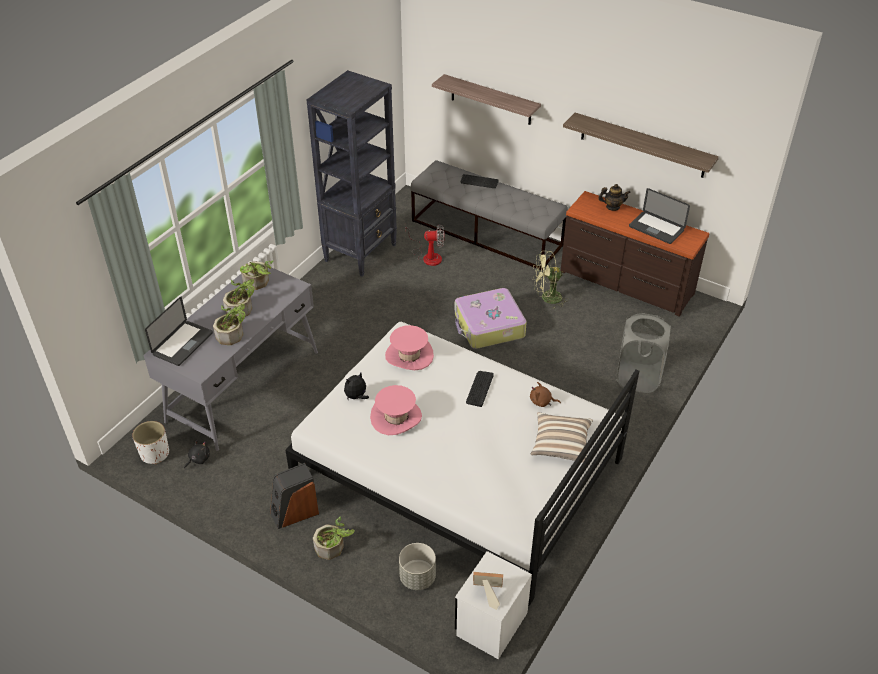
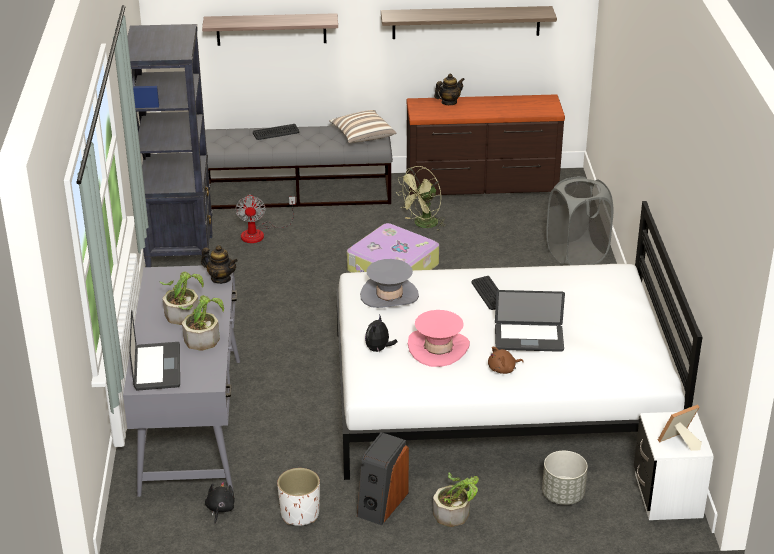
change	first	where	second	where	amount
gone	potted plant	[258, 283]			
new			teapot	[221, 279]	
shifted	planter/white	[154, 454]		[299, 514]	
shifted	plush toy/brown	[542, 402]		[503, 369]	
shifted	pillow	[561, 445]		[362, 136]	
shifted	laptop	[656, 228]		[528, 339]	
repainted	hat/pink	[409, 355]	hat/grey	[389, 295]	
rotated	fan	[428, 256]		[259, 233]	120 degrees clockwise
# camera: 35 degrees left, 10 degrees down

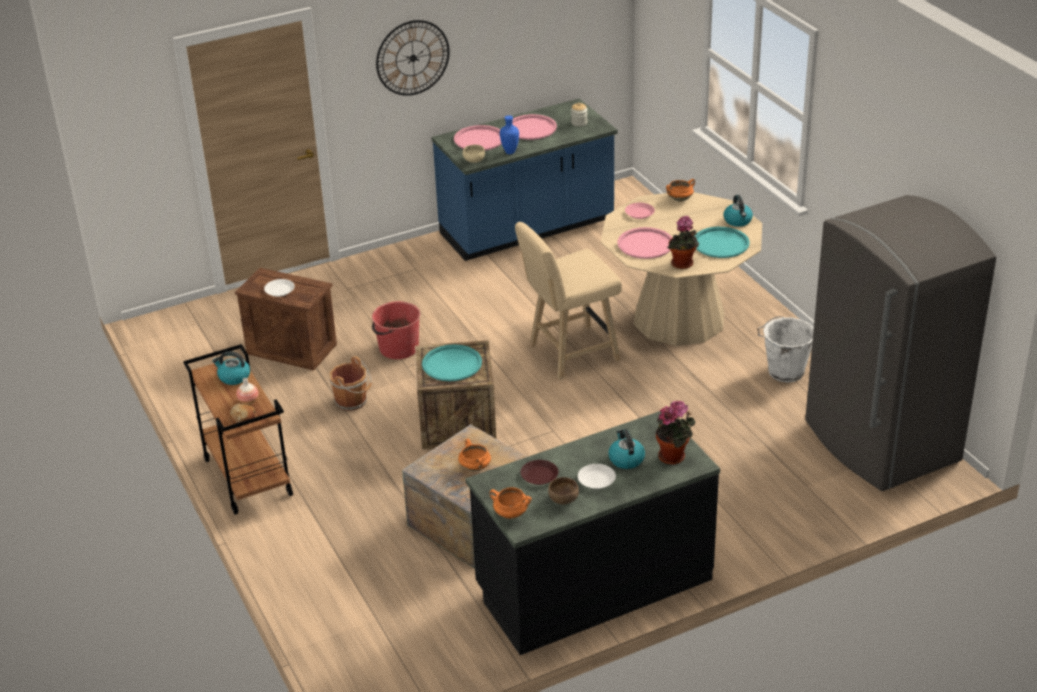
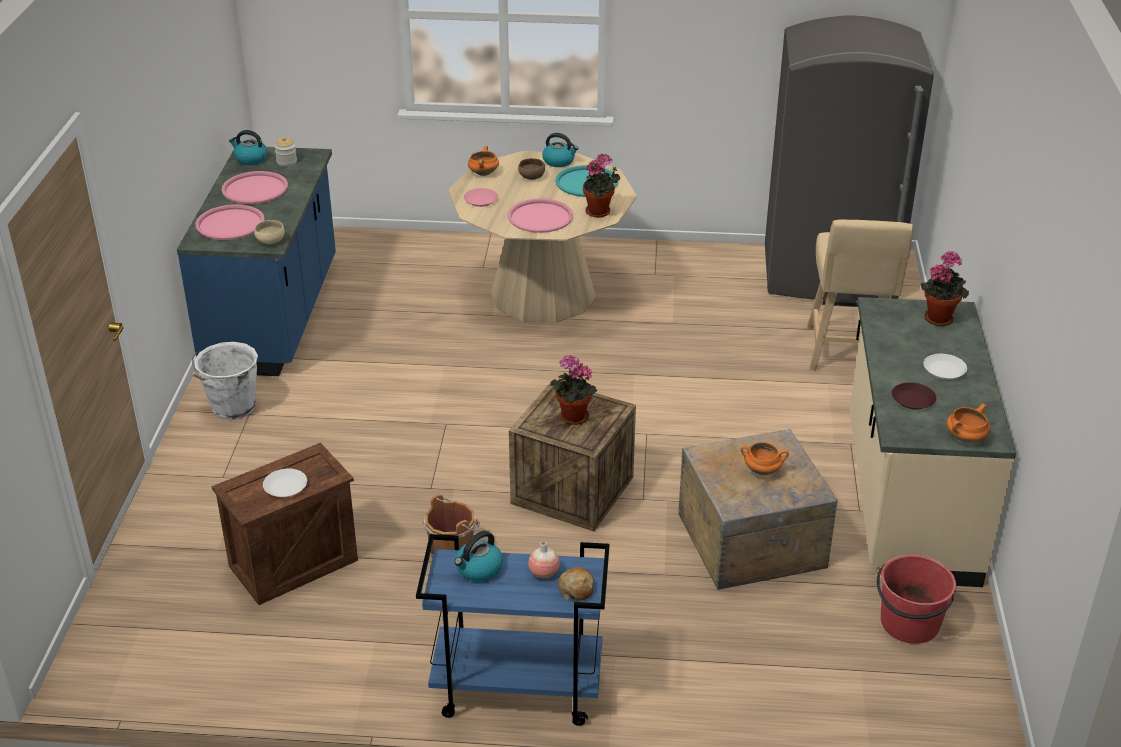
change	first	where	second	where	amount
gone	wall clock	[412, 58]			
gone	vase/blue	[509, 152]			
shifted	bucket/red	[398, 348]		[909, 624]	
shifted	stool/beige	[569, 354]		[848, 354]	
shifted	bowl/brown	[563, 499]		[531, 177]	
shifted	kettle	[626, 459]		[250, 159]	
shifted	bucket/white	[784, 372]		[232, 408]	
swapped	tray/turquoise	[452, 364]	potted plant	[572, 418]	
repainted	cart/brown	[246, 477]	cart/blue	[515, 690]	
repainted	counter/black	[593, 584]	counter/beige	[907, 500]	
# camera: 60 degrees left, 0 degrees up

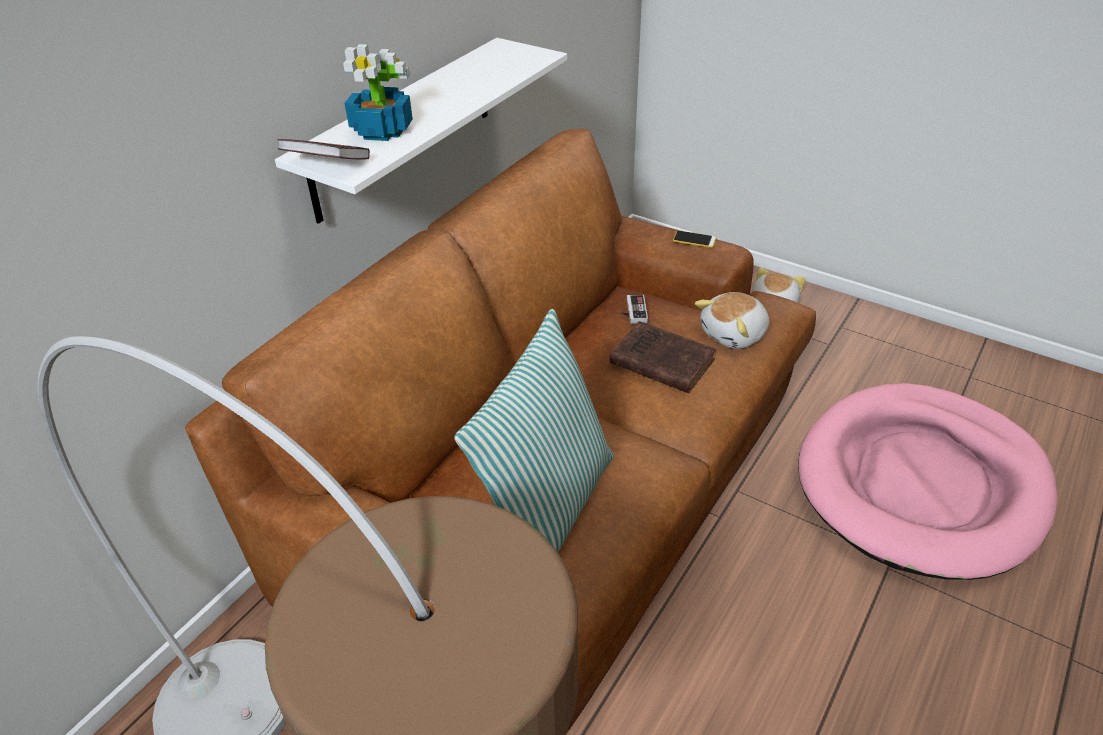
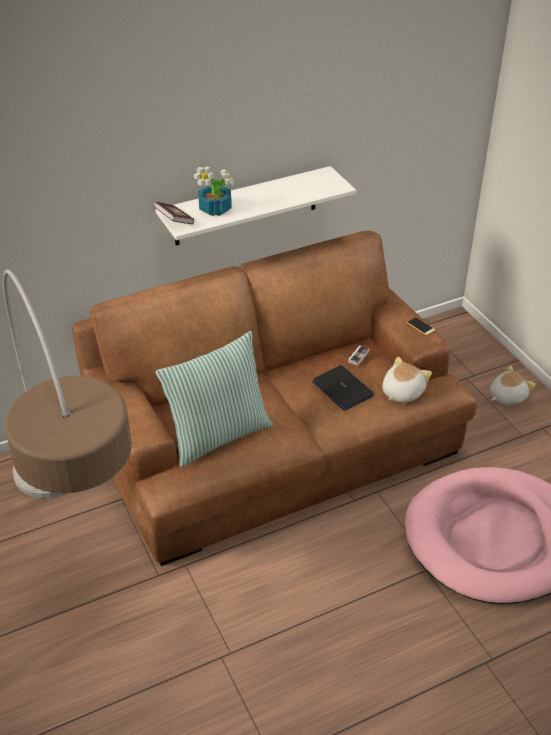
change	first	where	second	where	amount
swapped	book/brown	[659, 361]	laptop	[342, 389]	
rotated	plush toy	[735, 334]		[401, 392]	135 degrees clockwise
# camera: 30 degrees right, 0 degrees up

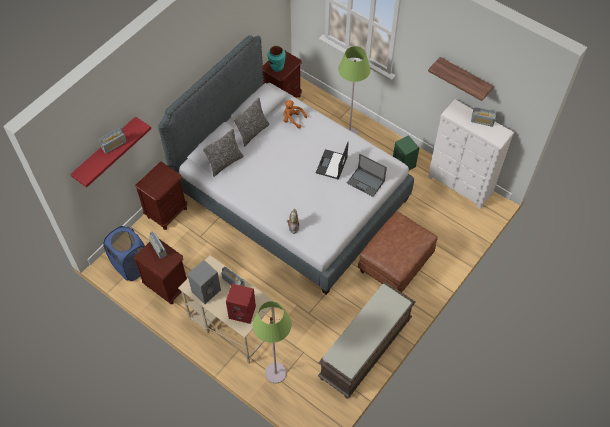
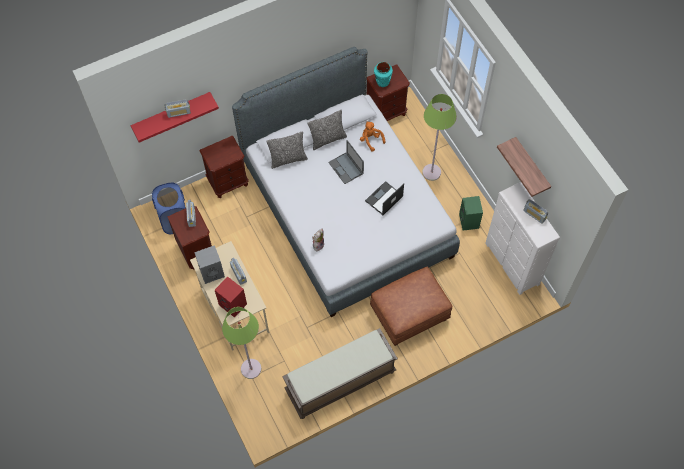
change	first	where	second	where	amount
shifted	laptop	[366, 182]		[346, 168]	
# camera: 25 degrees right, 5 degrees up

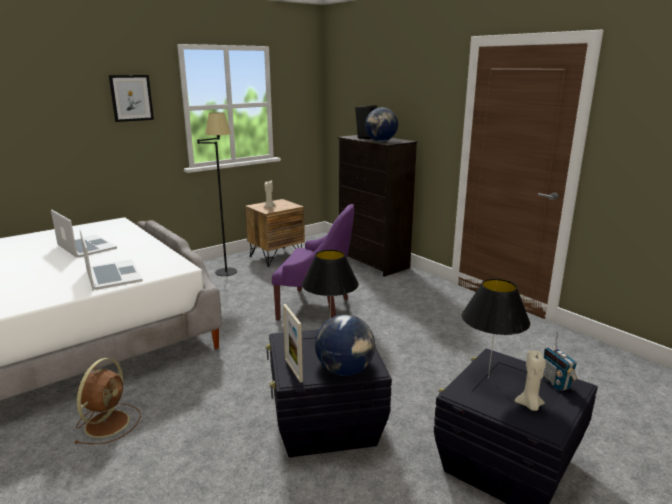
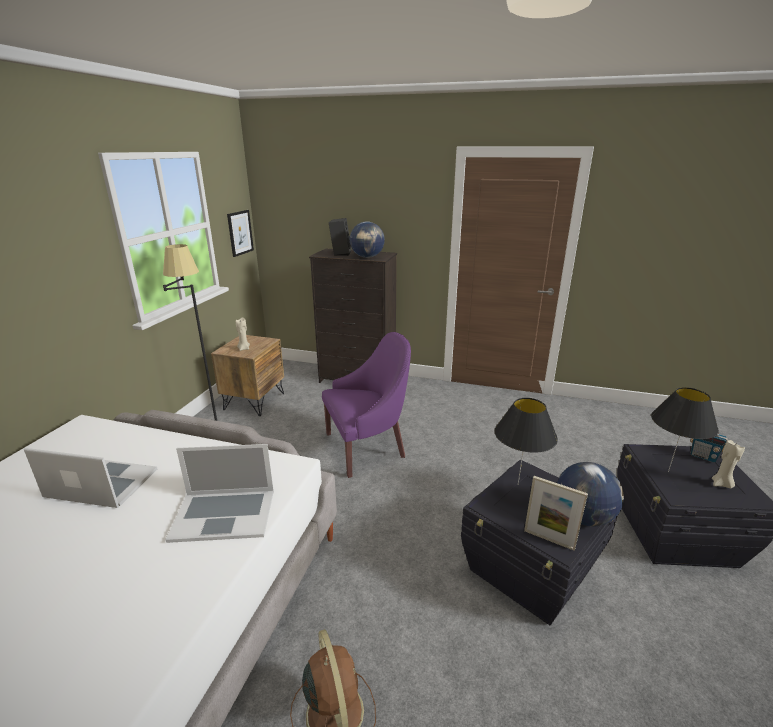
change	first	where	second	where	amount
shifted	picture	[131, 98]		[240, 233]	
rotated	laptop	[112, 275]		[224, 514]	150 degrees clockwise
# camera: 35 degrees left, 5 degrees up

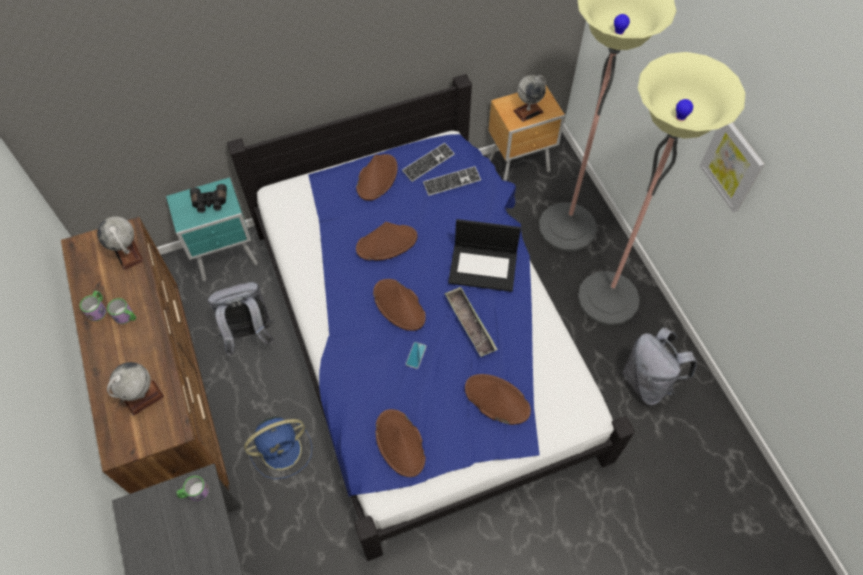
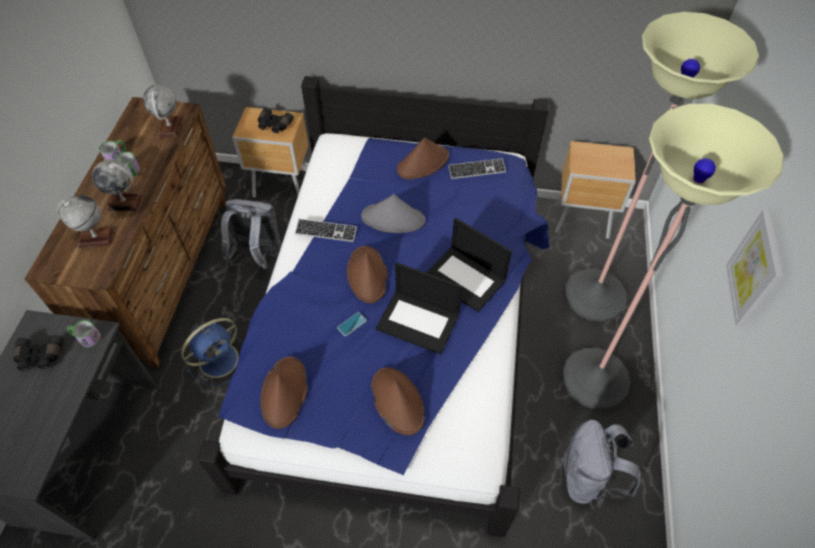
change	first	where	second	where	amount
new			binoculars/black	[40, 357]	
shifted	keyboard	[452, 182]		[326, 231]	
shifted	globe	[528, 111]		[125, 202]	
swapped	tray	[470, 324]	laptop	[419, 321]	
repainted	nightstand/turquoise	[227, 258]	nightstand/brown	[283, 188]	
repainted	hat/brown	[387, 243]	hat/grey	[393, 219]	
rotated	fan/blue	[283, 449]		[220, 359]	45 degrees counterclockwise
# camera: 30 degrees right, 5 degrees down

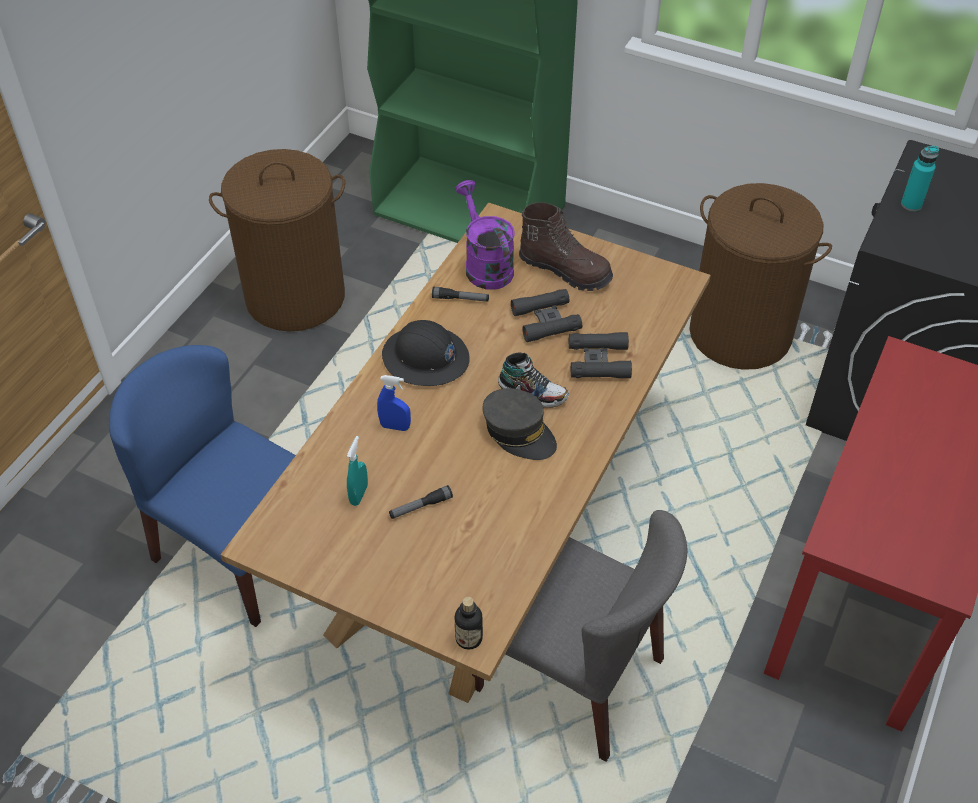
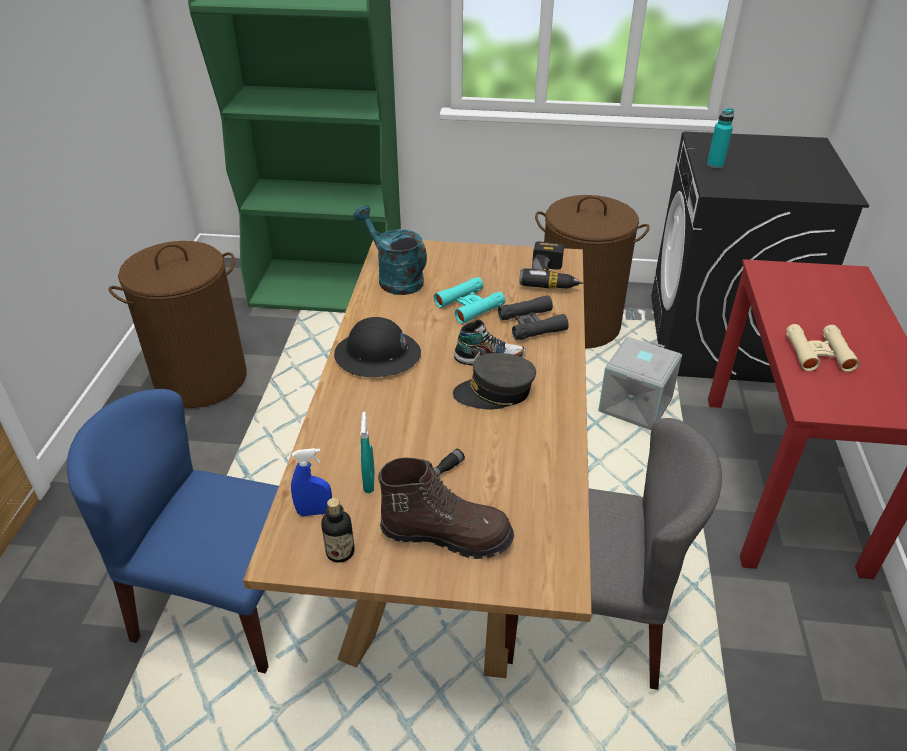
change	first	where	second	where	amount
gone	flashlight	[460, 299]			
new			power drill	[552, 276]	
new			storage box/grey	[634, 404]	
new			binoculars/beige	[818, 353]	
shifted	spray bottle/blue	[395, 426]		[314, 511]	
shifted	bottle	[469, 638]		[340, 552]	
shifted	boot/brown	[565, 270]		[447, 534]	
repainted	watering can/purple	[485, 265]	watering can/turquoise	[394, 278]	
repainted	binoculars/black	[546, 320]	binoculars/turquoise	[469, 305]	
rotated	cap/grey	[519, 432]		[495, 392]	150 degrees clockwise
# camera: 20 degrees left, 10 degrees down

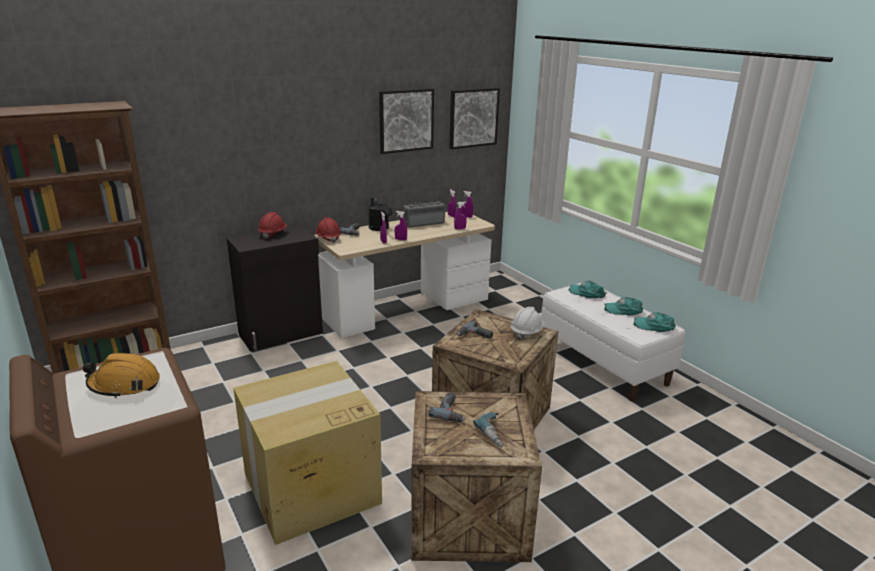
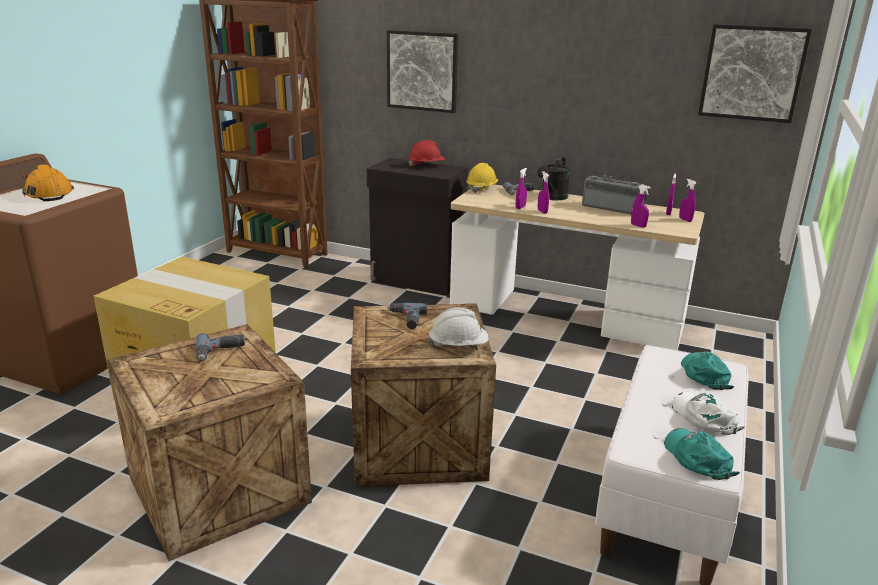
change	first	where	second	where	amount
gone	power drill	[496, 434]			
shifted	picture	[406, 120]		[422, 71]	
repainted	hard hat/red	[328, 238]	hard hat/yellow	[481, 189]	
repainted	cap/turquoise	[624, 310]	cap/white	[704, 417]	
# camera: 55 degrees right, 0 degrees up

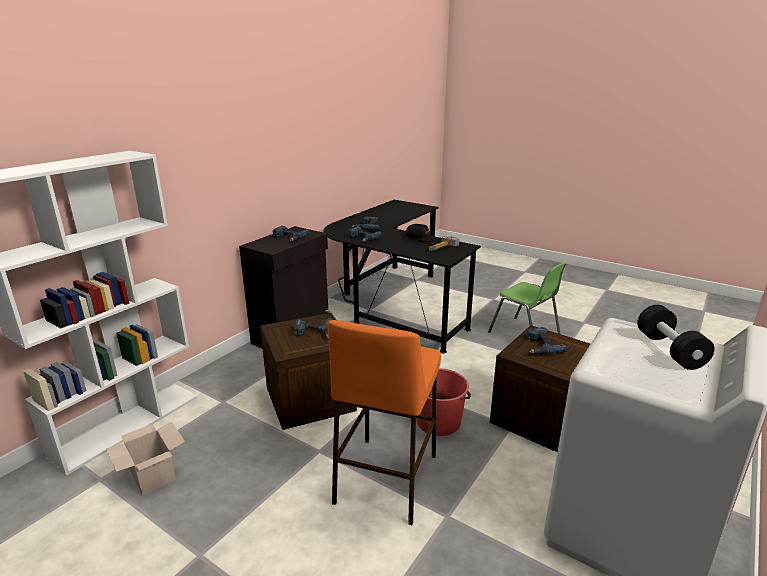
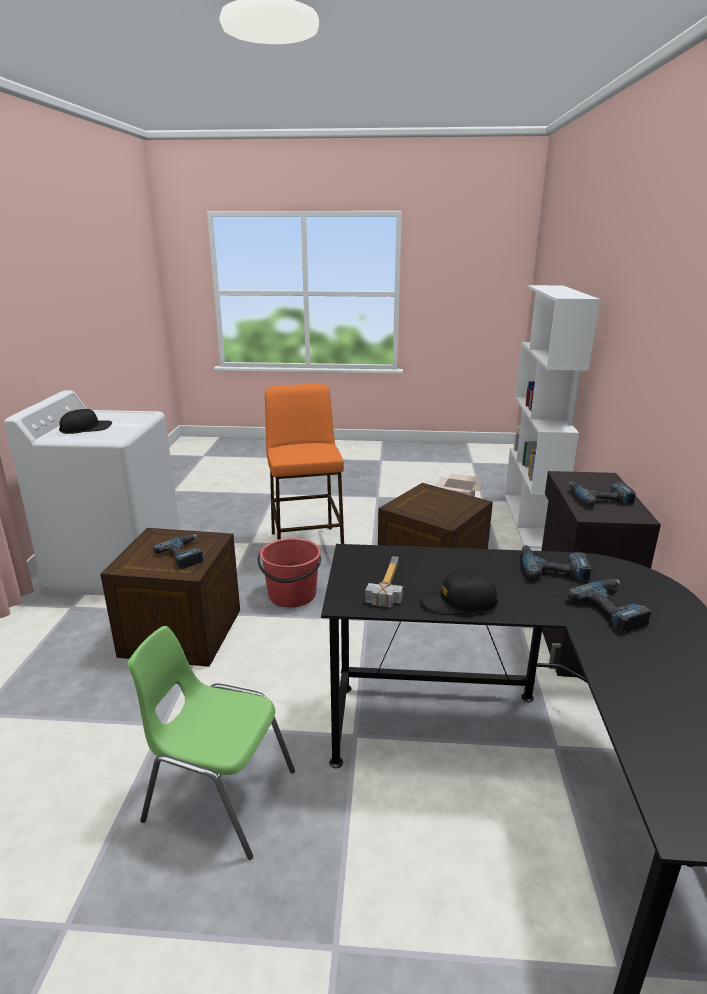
change	first	where	second	where	amount
gone	power drill	[314, 333]			
swapped	dumbbell/black	[669, 350]	cap/black	[86, 429]	
# camera: 150 degrees right, 0 degrees up

